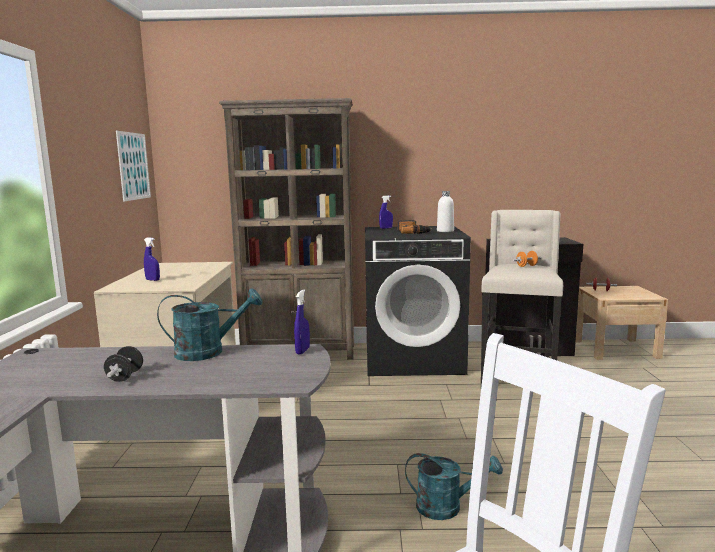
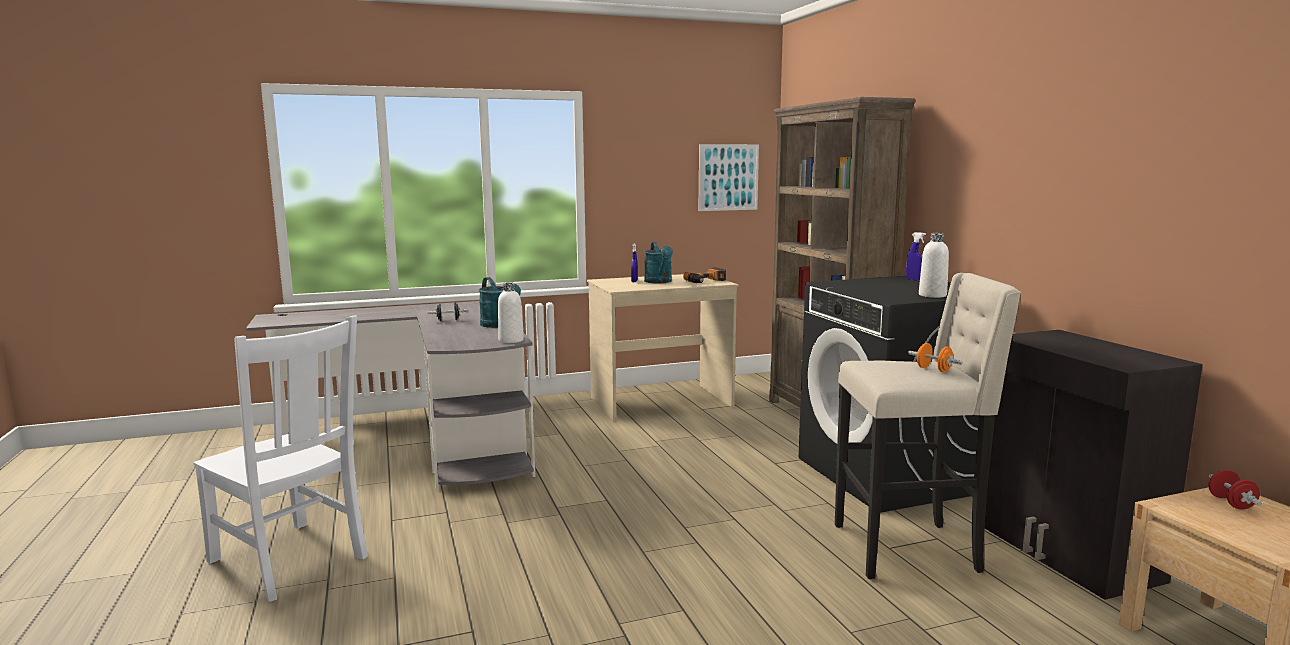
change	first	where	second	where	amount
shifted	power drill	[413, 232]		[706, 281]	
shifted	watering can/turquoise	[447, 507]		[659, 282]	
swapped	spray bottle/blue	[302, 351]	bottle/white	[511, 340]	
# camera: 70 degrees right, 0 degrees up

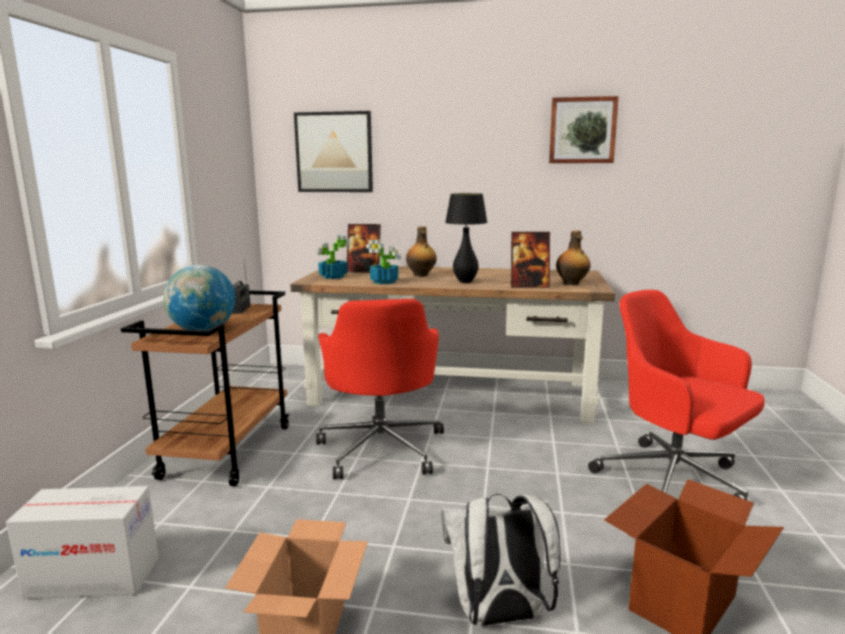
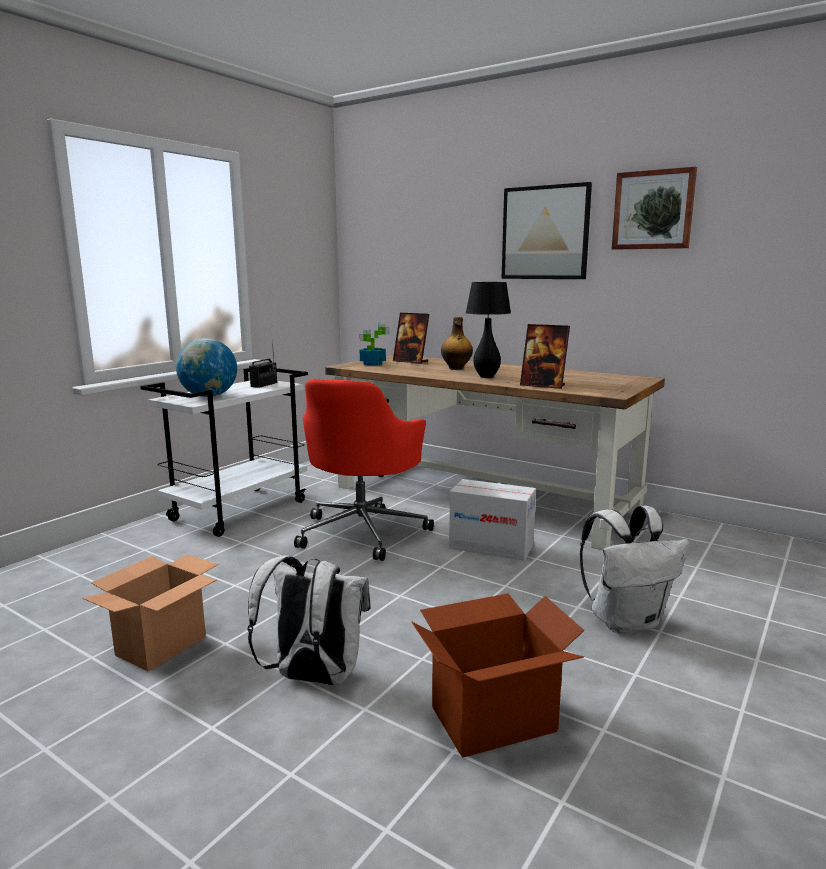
change	first	where	second	where	amount
gone	potted plant	[385, 282]			
gone	bottle	[571, 283]			
shifted	cardboard box	[94, 577]		[491, 546]	
shifted	picture	[334, 152]		[545, 233]	
swapped	office chair/red	[673, 481]	backpack/white	[626, 621]	
repainted	cart/brown	[227, 451]	cart/white	[239, 510]	
# camera: 25 degrees right, 0 degrees up

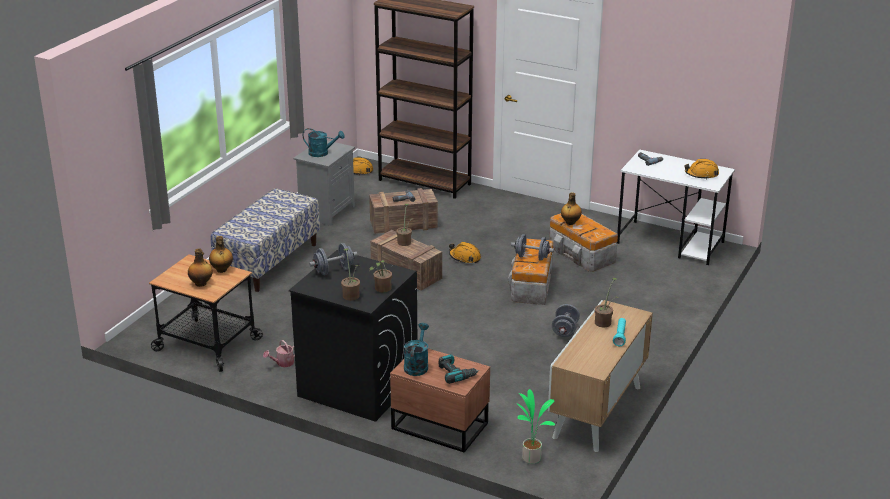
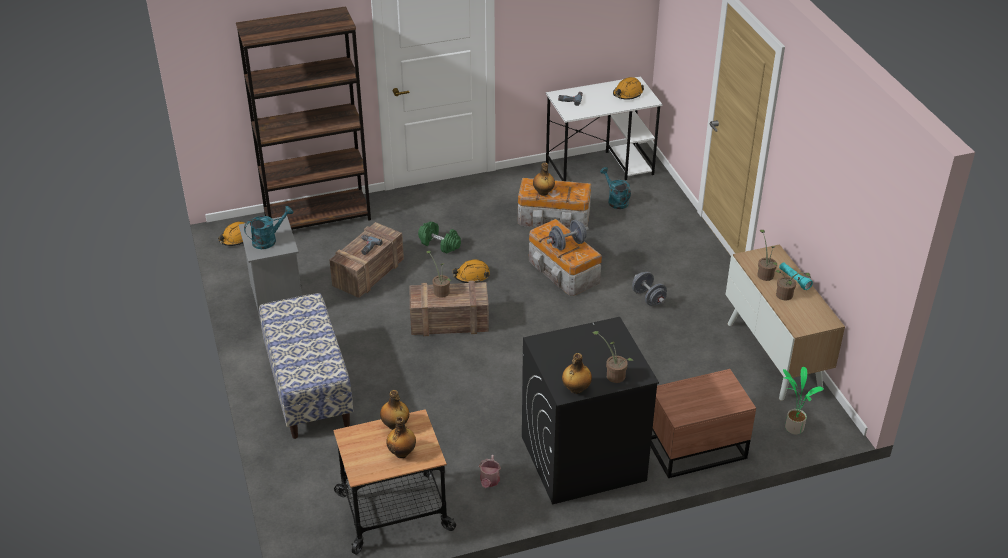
change	first	where	second	where	amount
gone	dumbbell/grey	[334, 270]			
gone	power drill	[456, 373]			
new			dumbbell/green	[440, 244]	
new			bottle	[576, 389]	
shifted	potted plant	[382, 289]		[786, 296]	
shifted	watering can/turquoise	[417, 365]		[615, 200]	
# camera: 45 degrees left, 10 degrees up

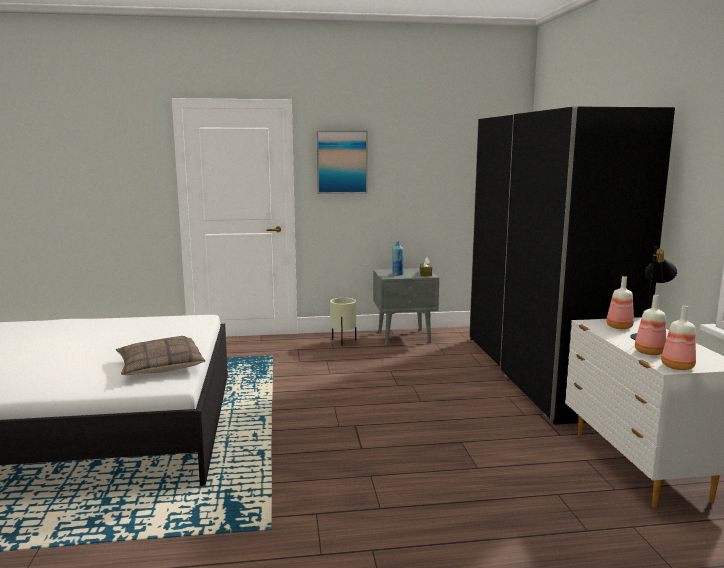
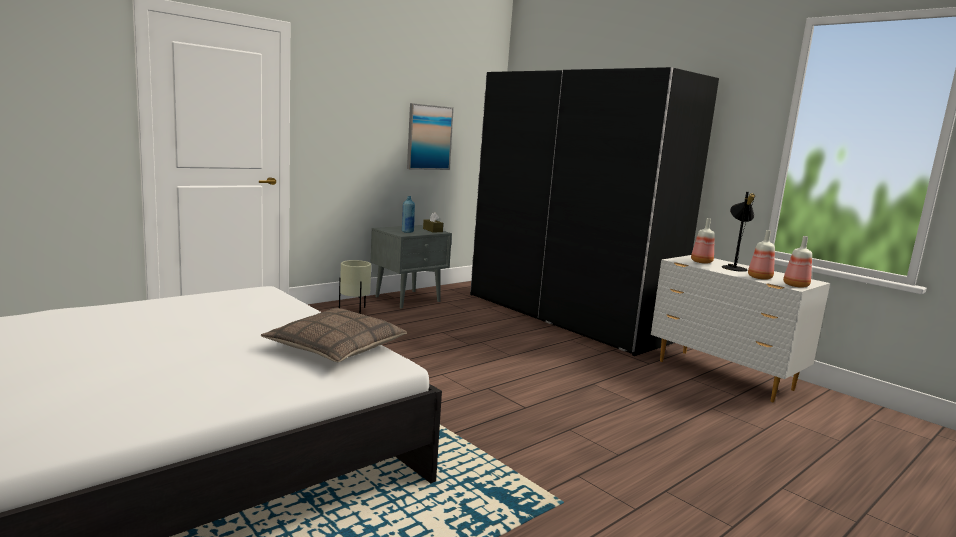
change	first	where	second	where	amount
shifted	picture	[342, 162]		[429, 137]	
# camera: 35 degrees left, 0 degrees up

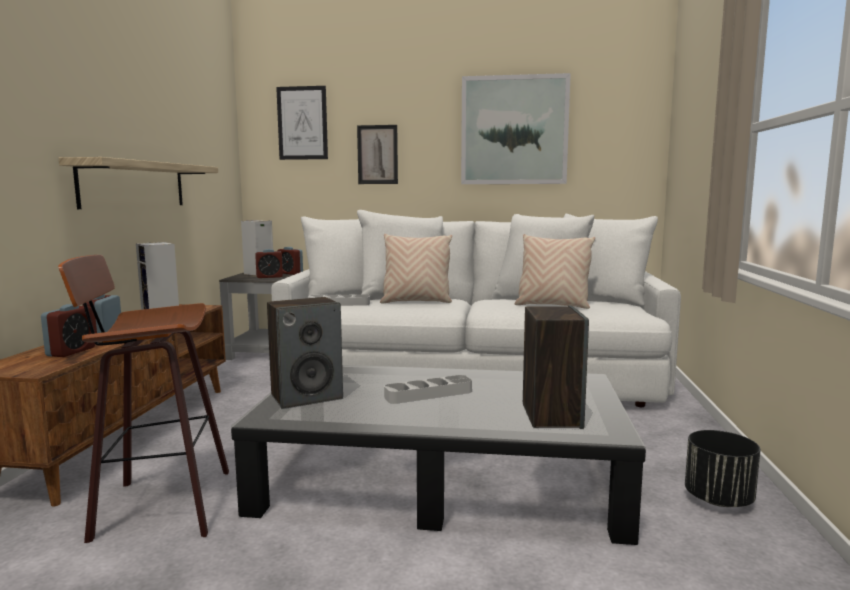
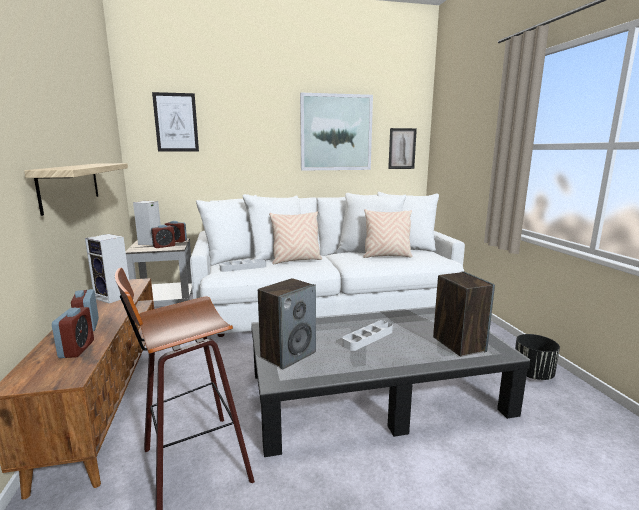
change	first	where	second	where	amount
shifted	picture	[377, 154]		[402, 148]	
# camera: 20 degrees left, 5 degrees up

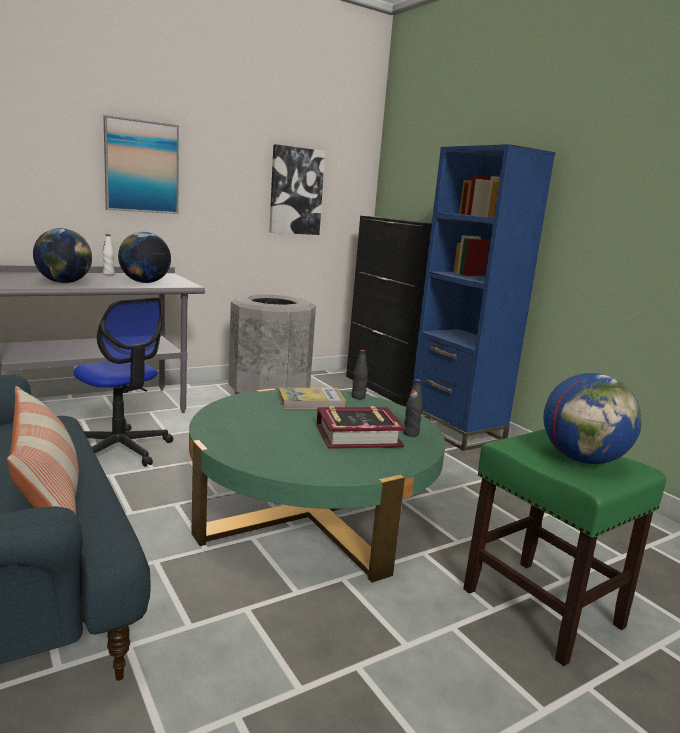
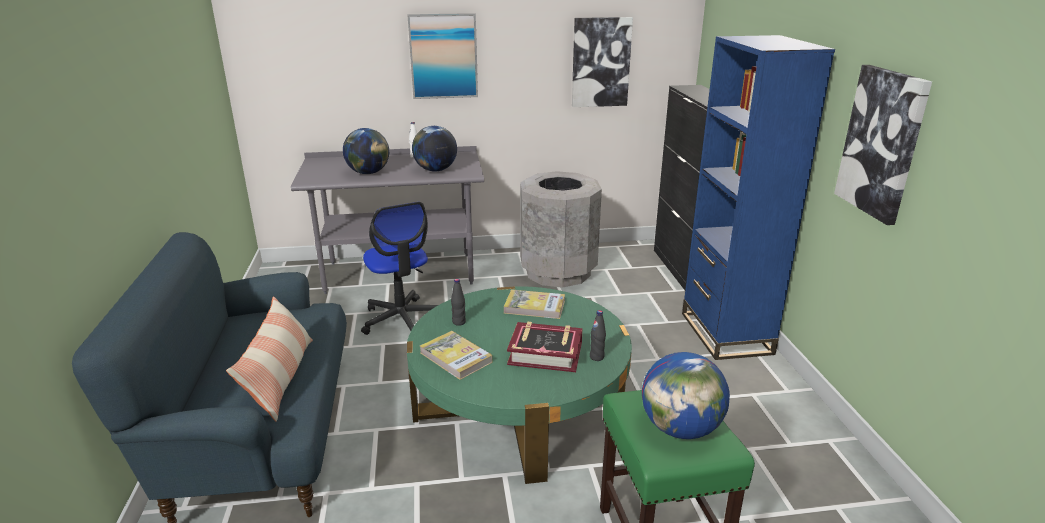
change	first	where	second	where	amount
new			book	[456, 357]	
new			picture	[882, 143]	
shifted	bottle/black	[358, 397]		[459, 322]	
# camera: 25 degrees right, 10 degrees up

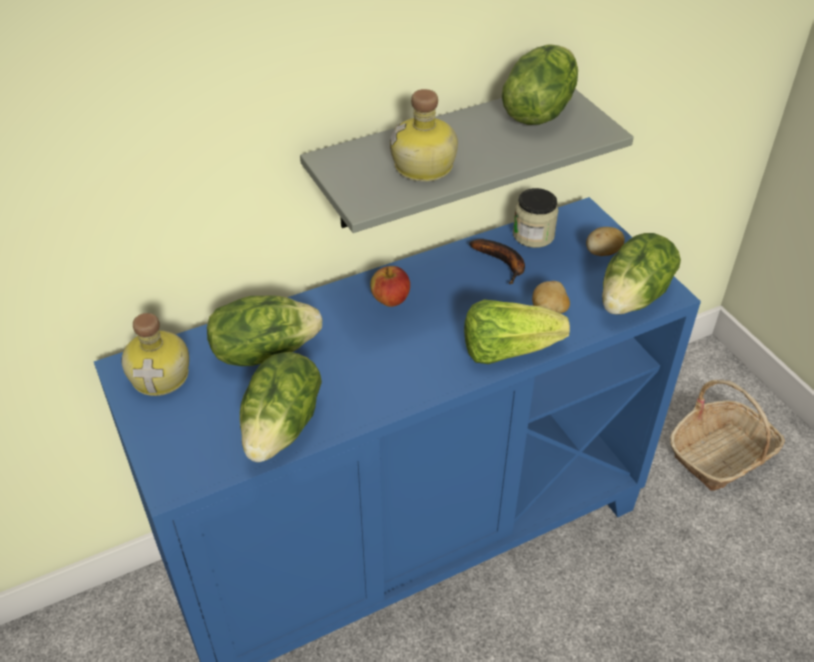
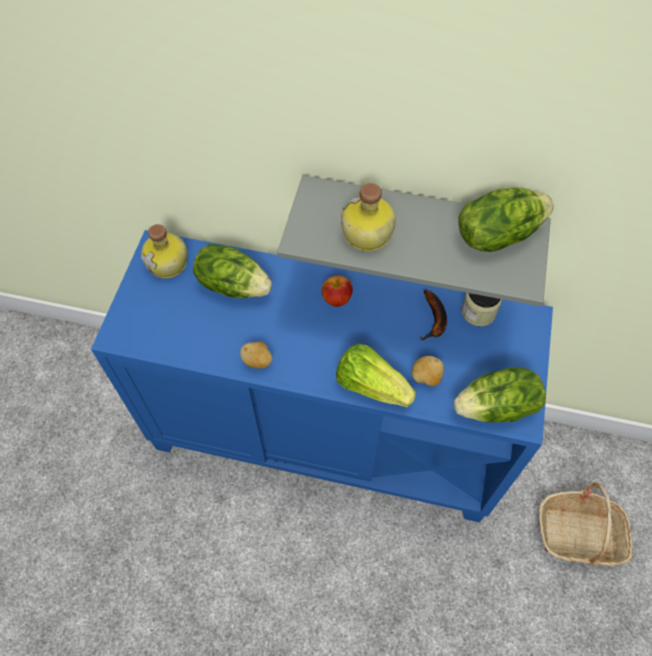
change	first	where	second	where	amount
gone	lettuce	[283, 427]			
shifted	potato	[602, 253]		[257, 361]	
# camera: 40 degrees right, 15 degrees up

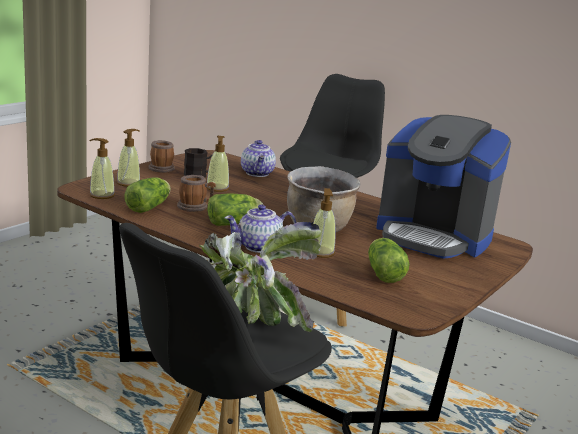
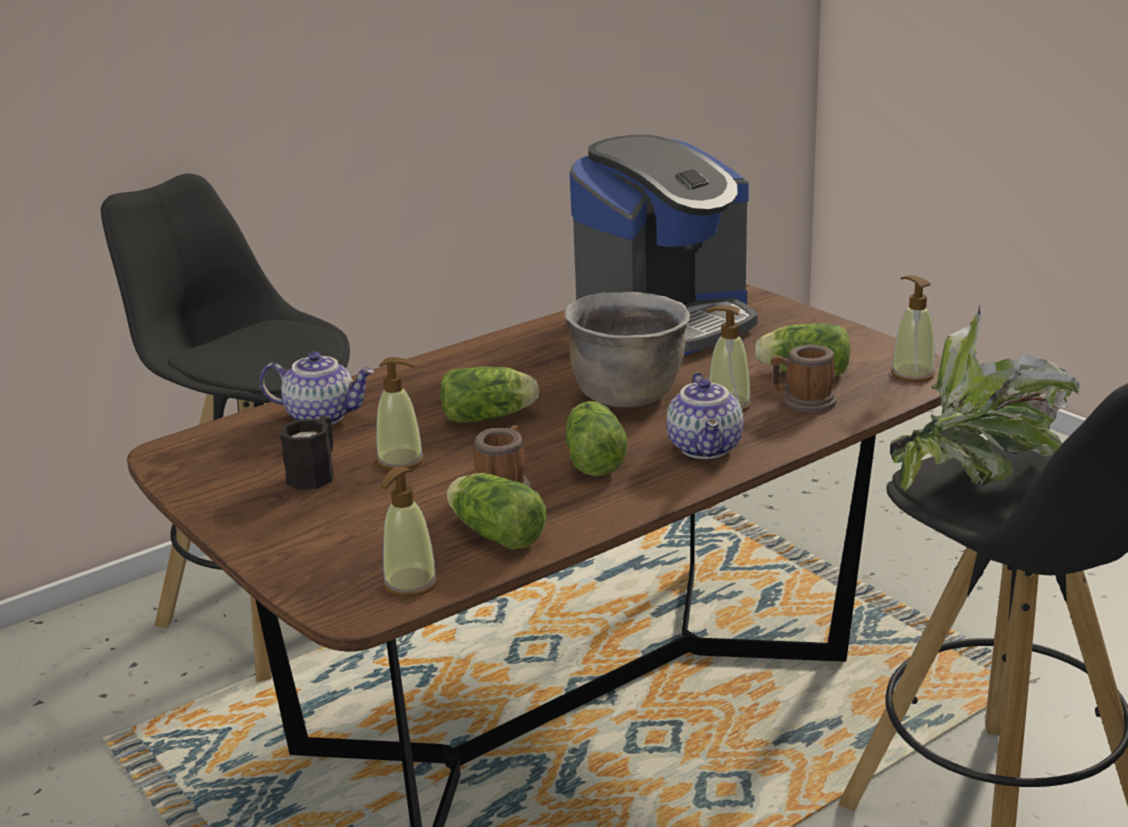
change	first	where	second	where	amount
new			lettuce	[491, 416]	
shifted	soap dispenser	[128, 183]		[912, 374]	
shifted	mug	[161, 167]		[803, 402]	
# camera: 70 degrees left, 5 degrees up

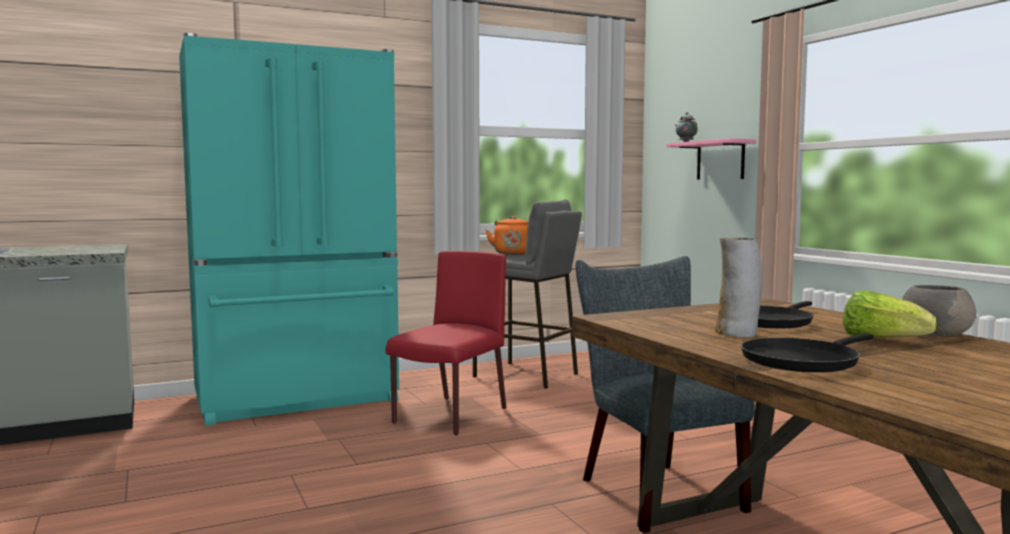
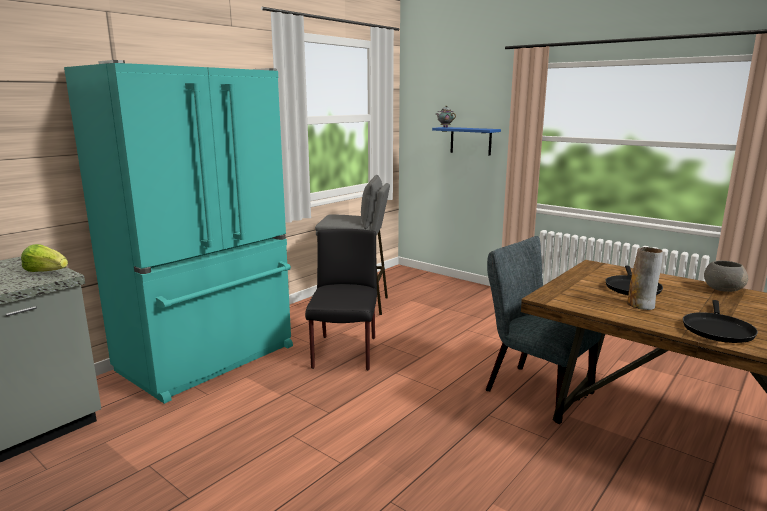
change	first	where	second	where	amount
gone	kettle/orange	[512, 253]			
shifted	lettuce	[881, 340]		[46, 272]	
repainted	chair/red	[449, 416]	chair/black	[344, 353]	
repainted	shelf/pink	[720, 160]	shelf/blue	[470, 141]	
# camera: 25 degrees left, 10 degrees up

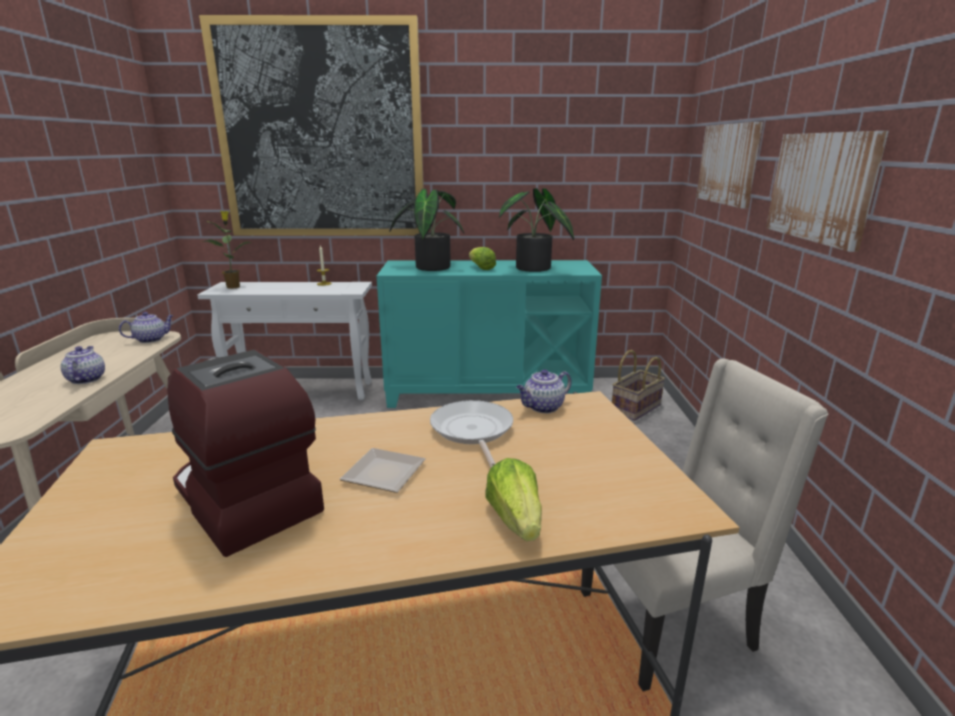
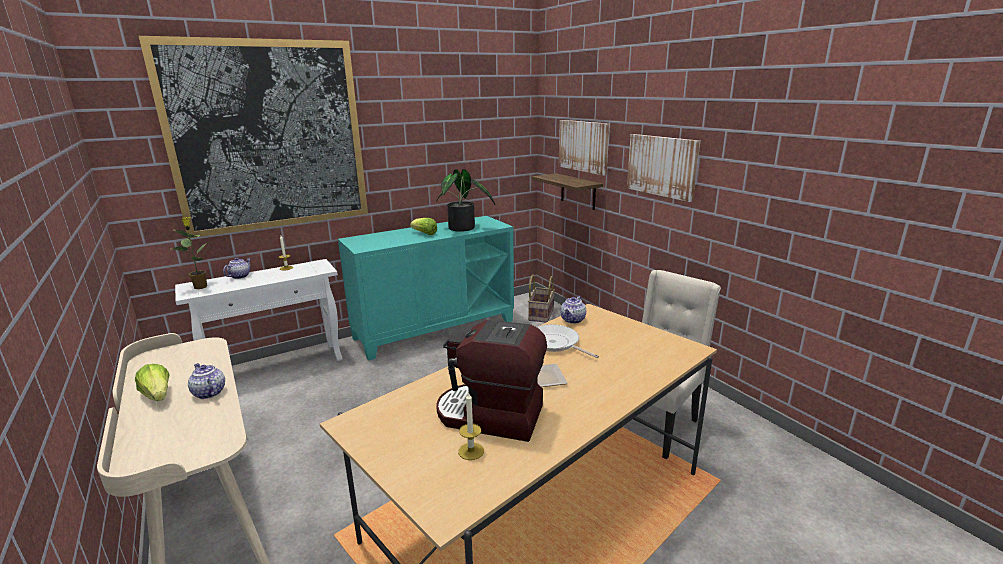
change	first	where	second	where	amount
gone	potted plant	[430, 267]			
new			candle	[471, 451]	
new			shelf	[578, 191]	
shifted	teapot	[151, 339]		[240, 276]	
shifted	lettuce	[515, 519]		[158, 395]	
# camera: 30 degrees left, 0 degrees up

